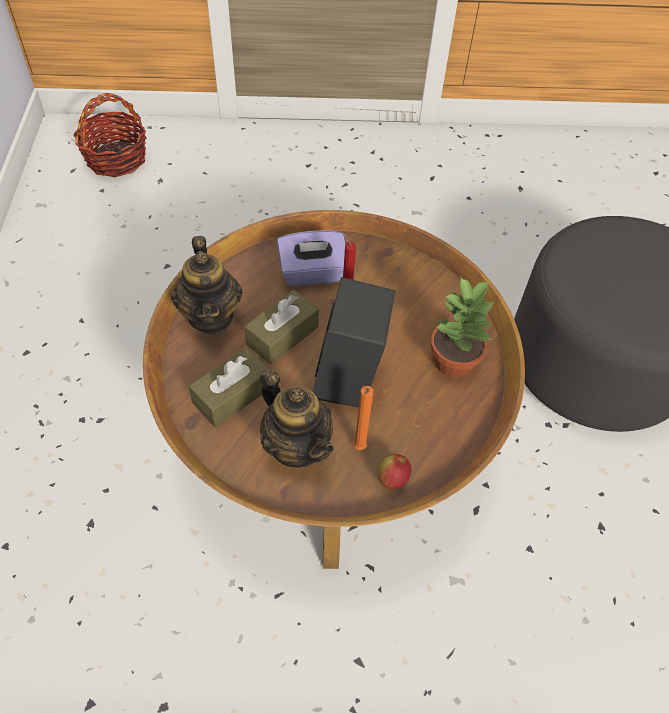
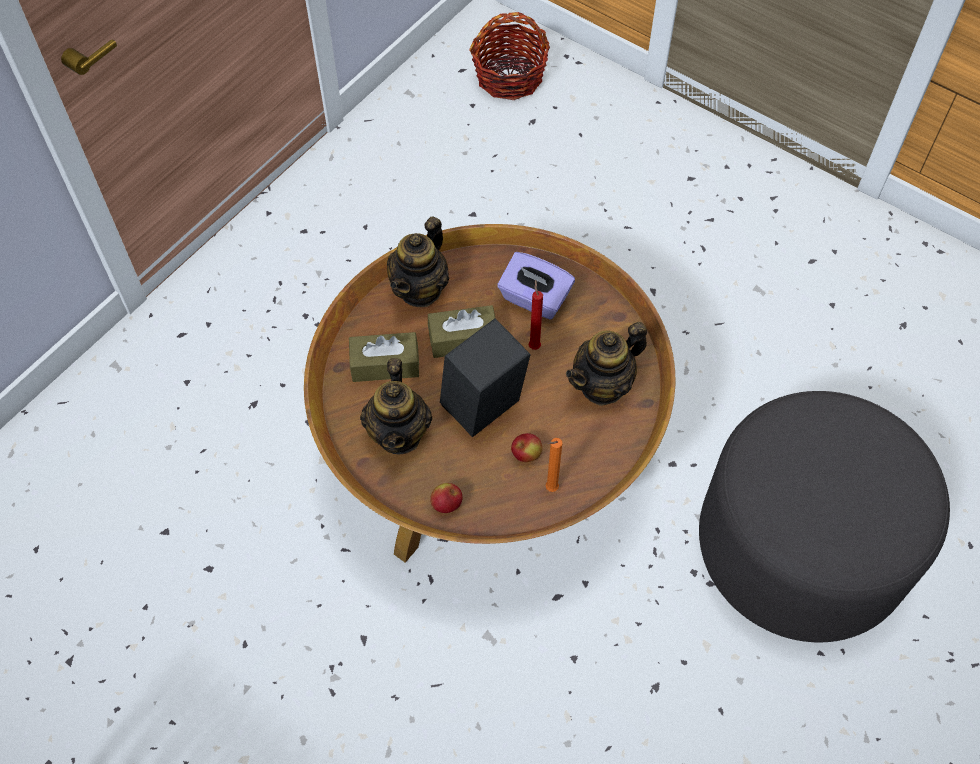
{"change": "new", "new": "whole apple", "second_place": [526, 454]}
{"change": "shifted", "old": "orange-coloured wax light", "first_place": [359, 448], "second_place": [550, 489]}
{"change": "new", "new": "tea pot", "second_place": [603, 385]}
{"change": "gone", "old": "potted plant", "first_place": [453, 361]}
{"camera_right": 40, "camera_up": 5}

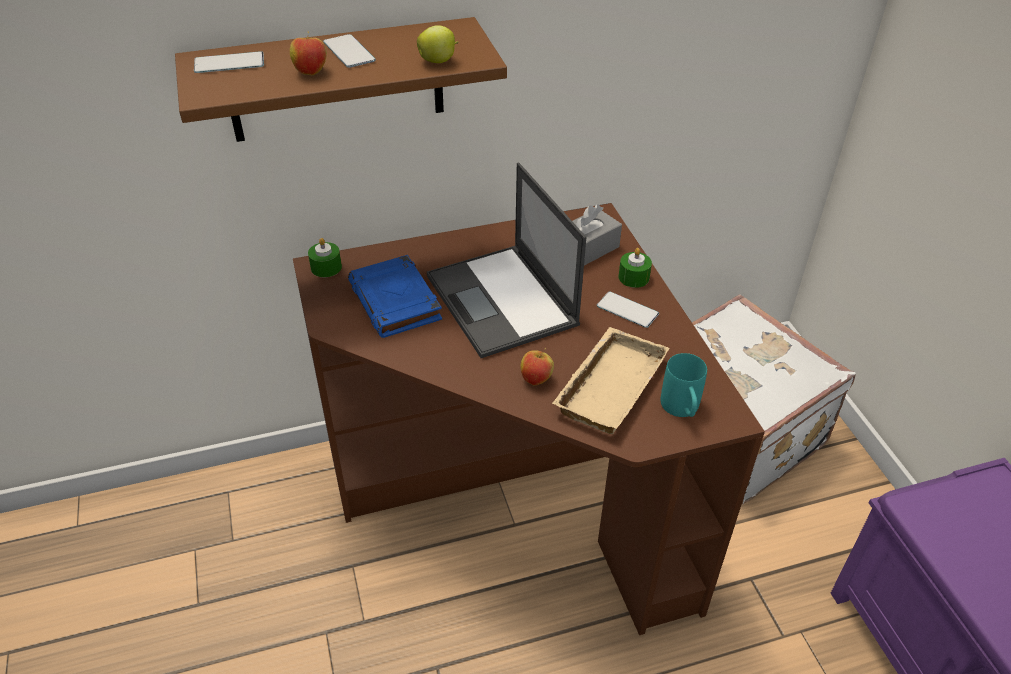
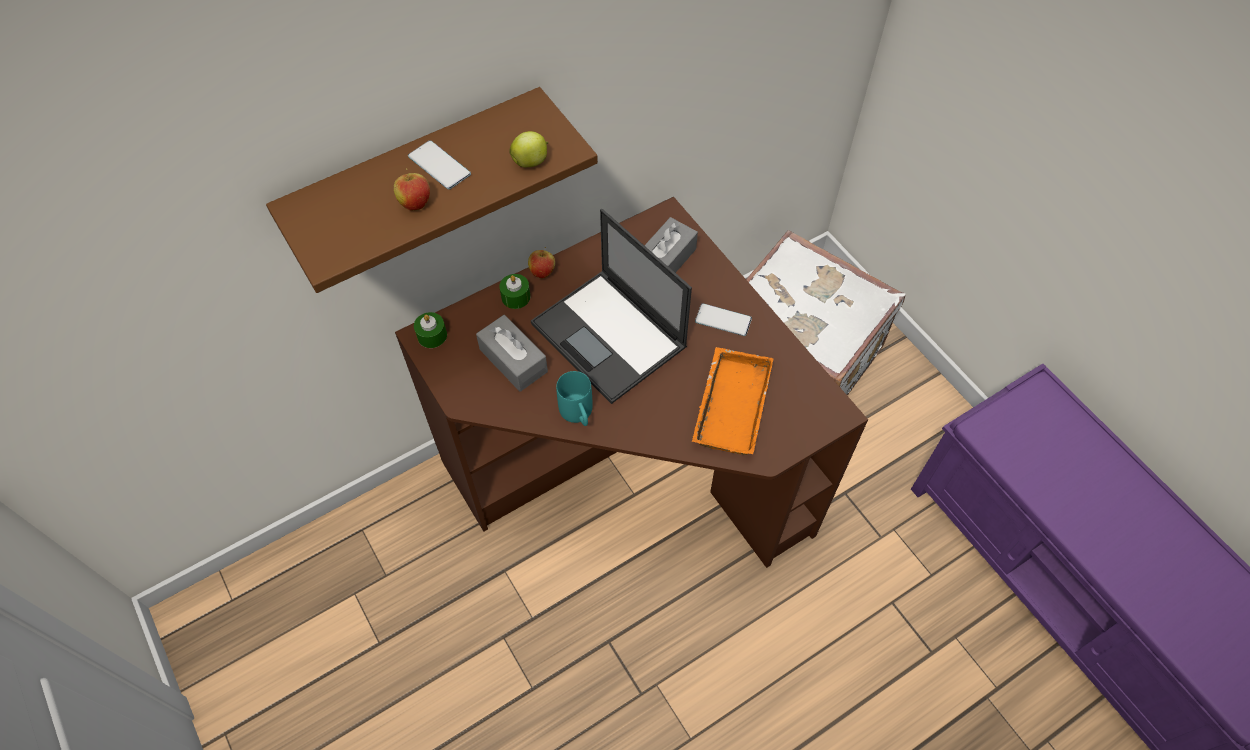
{"change": "swapped", "old": "blue-coloured volume", "new": "greyish tissue box", "first_place": [396, 302], "second_place": [513, 360]}
{"change": "shifted", "old": "greenish wax light", "first_place": [633, 277], "second_place": [516, 297]}
{"change": "shifted", "old": "whole apple", "first_place": [536, 379], "second_place": [542, 272]}
{"change": "shifted", "old": "turquoise mug", "first_place": [681, 410], "second_place": [578, 415]}
{"change": "repainted", "old": "beige carrying tray", "new": "orange-coloured carrying tray", "first_place": [608, 384], "second_place": [729, 404]}
{"change": "gone", "old": "phone", "first_place": [229, 63]}
{"camera_right": -15, "camera_up": 15}

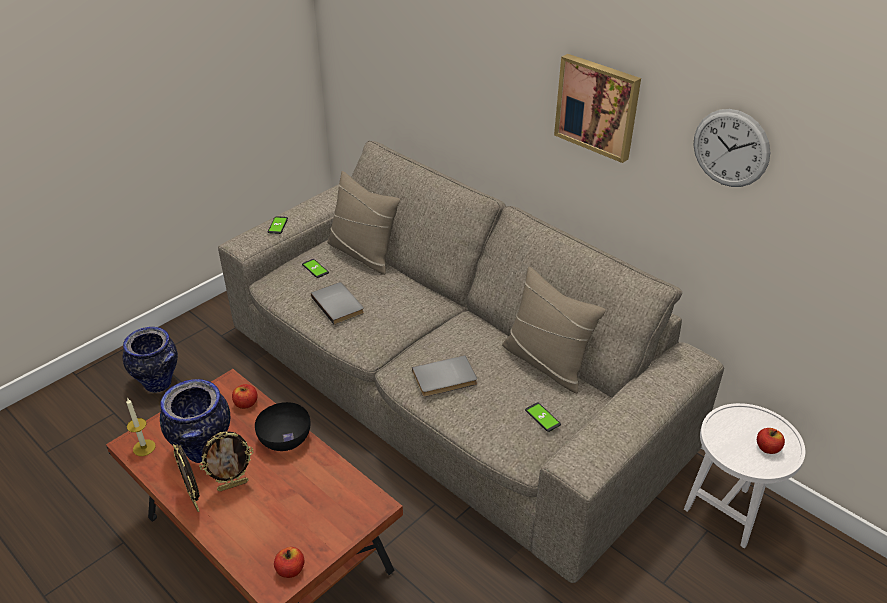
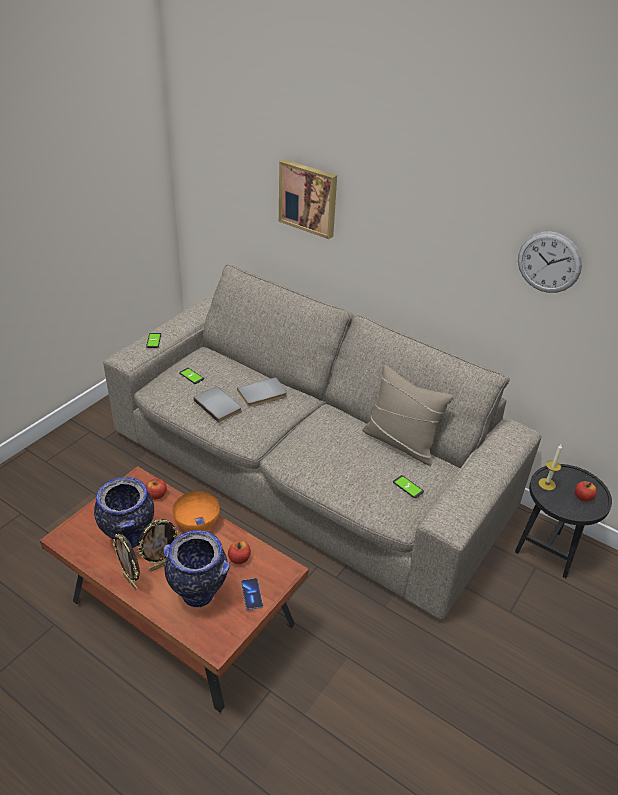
{"change": "shifted", "old": "flower vase", "first_place": [159, 384], "second_place": [199, 595]}
{"change": "repainted", "old": "black deep dish", "new": "orange-coloured deep dish", "first_place": [284, 438], "second_place": [196, 521]}
{"change": "shifted", "old": "whole apple", "first_place": [290, 570], "second_place": [239, 559]}
{"change": "shifted", "old": "greyish volume", "first_place": [445, 379], "second_place": [263, 395]}
{"change": "new", "new": "phone", "second_place": [252, 594]}
{"change": "shifted", "old": "picture", "first_place": [598, 106], "second_place": [308, 198]}
{"change": "repainted", "old": "white side table", "new": "black side table", "first_place": [728, 511], "second_place": [548, 550]}
{"change": "shifted", "old": "wax light", "first_place": [144, 447], "second_place": [547, 484]}
{"change": "gone", "old": "beige throw pillow", "first_place": [363, 254]}
{"camera_right": -10, "camera_up": 0}

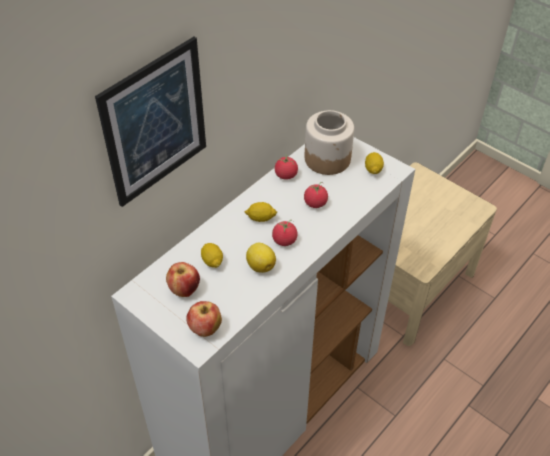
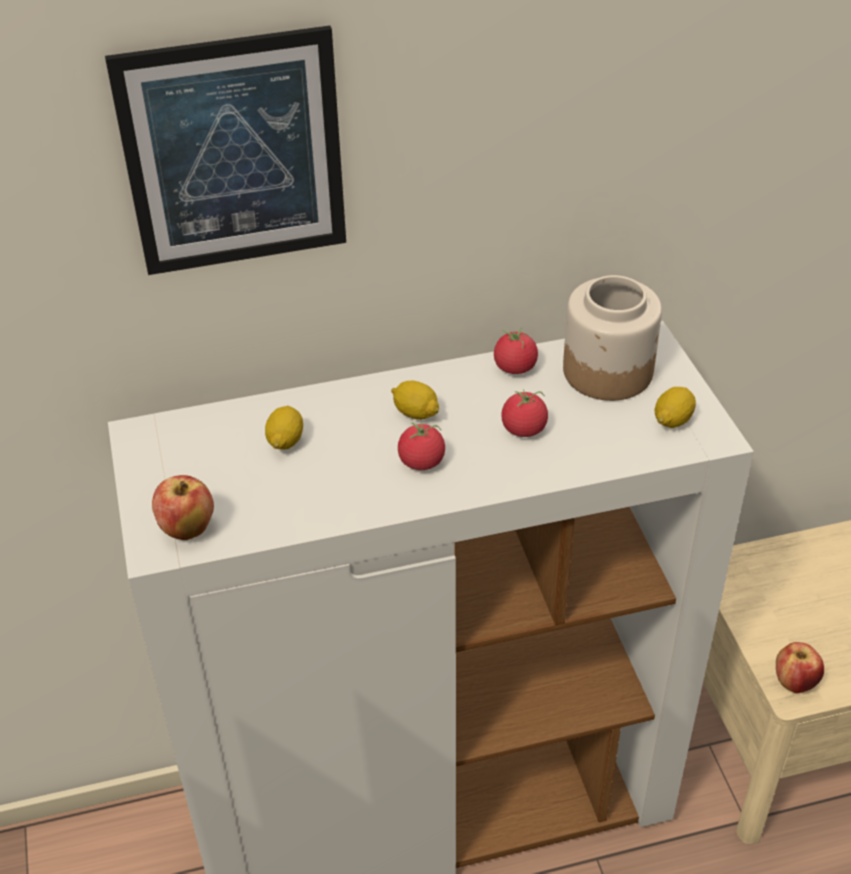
{"change": "shifted", "old": "whole apple", "first_place": [184, 289], "second_place": [795, 682]}
{"change": "gone", "old": "whole lemon", "first_place": [260, 265]}
{"camera_right": 35, "camera_up": -5}

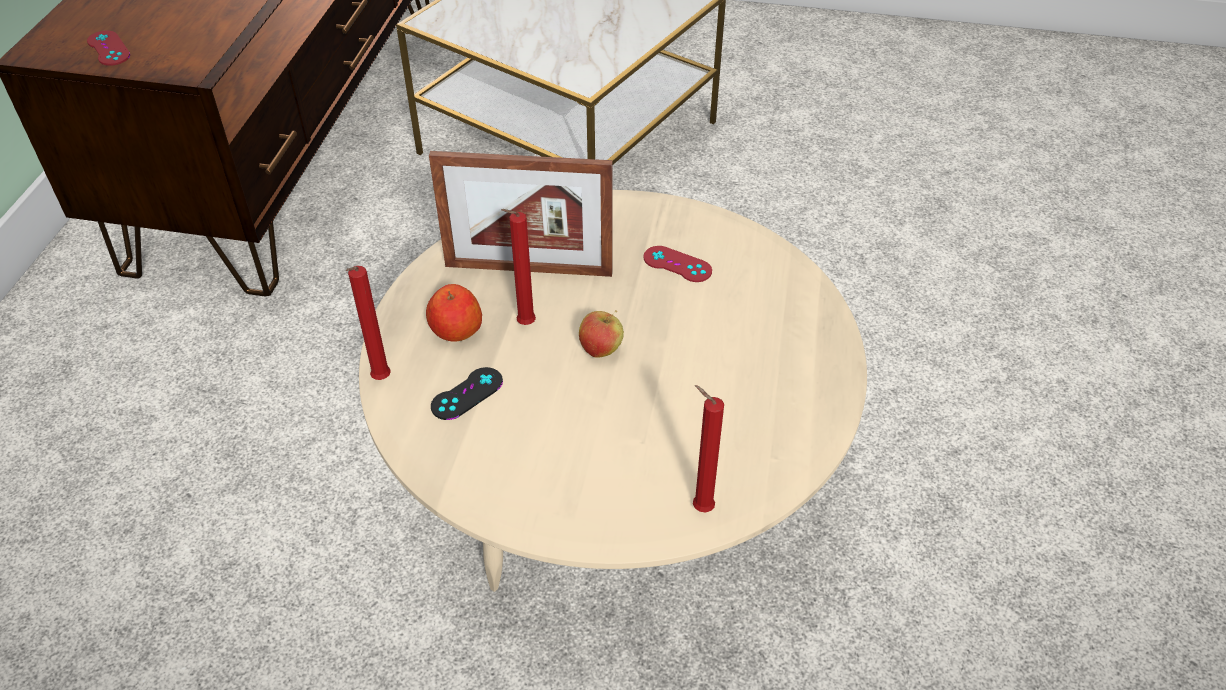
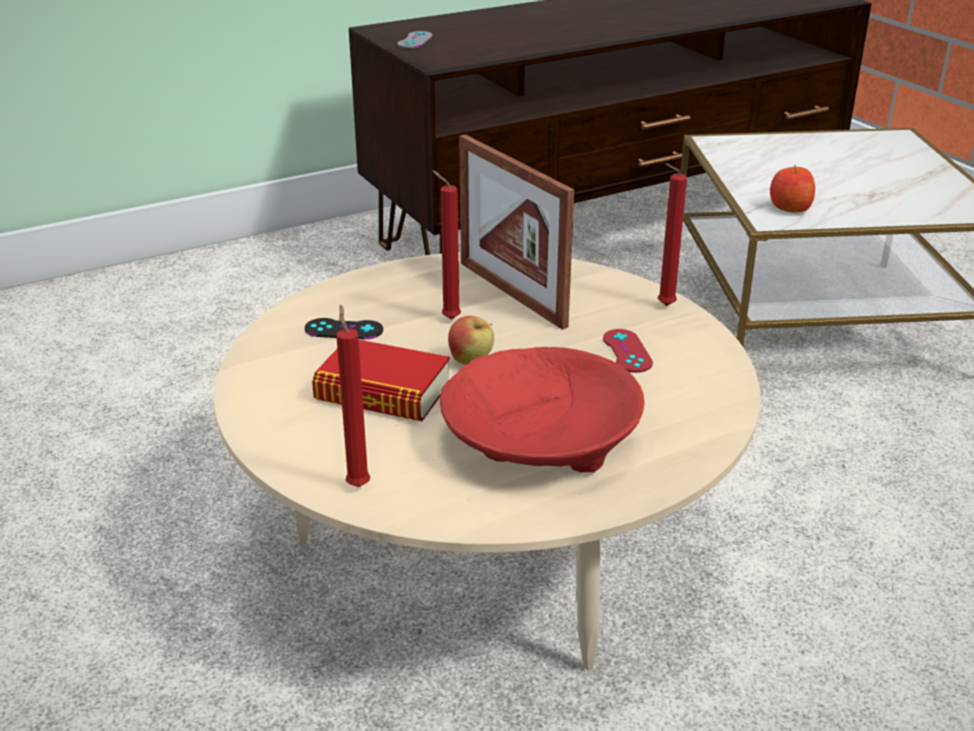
{"change": "new", "new": "volume", "second_place": [383, 392]}
{"change": "repainted", "old": "red-coloured joypad", "new": "greyish joypad", "first_place": [108, 48], "second_place": [415, 40]}
{"change": "new", "new": "red-coloured deep dish", "second_place": [541, 441]}
{"change": "shifted", "old": "red-coloured wax light", "first_place": [380, 380], "second_place": [663, 306]}
{"change": "shifted", "old": "whole apple", "first_place": [455, 330], "second_place": [789, 208]}
{"camera_right": 50, "camera_up": -15}

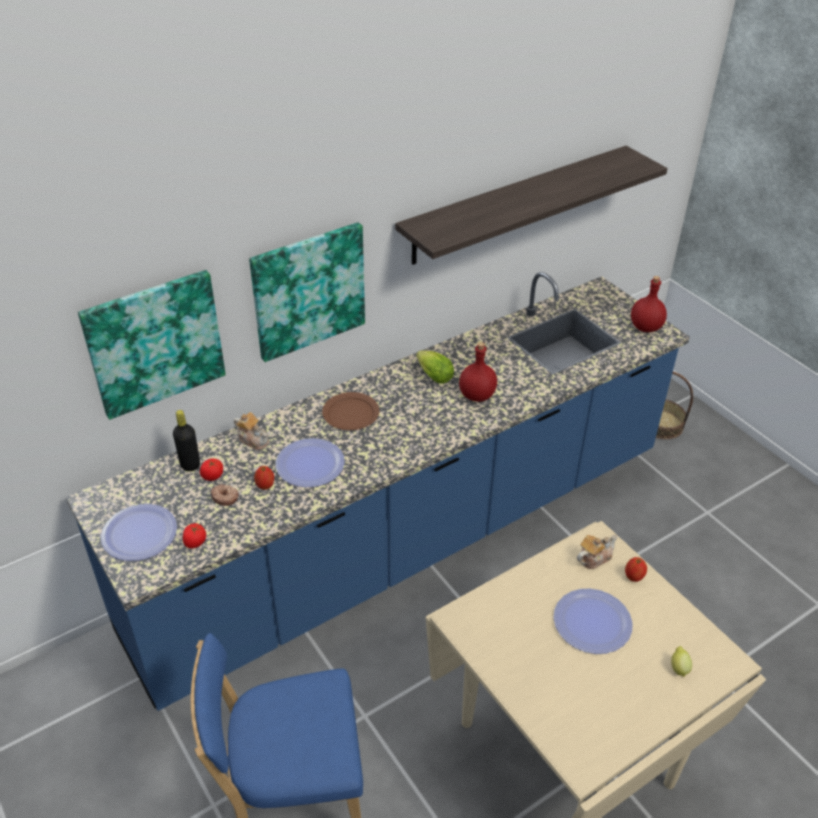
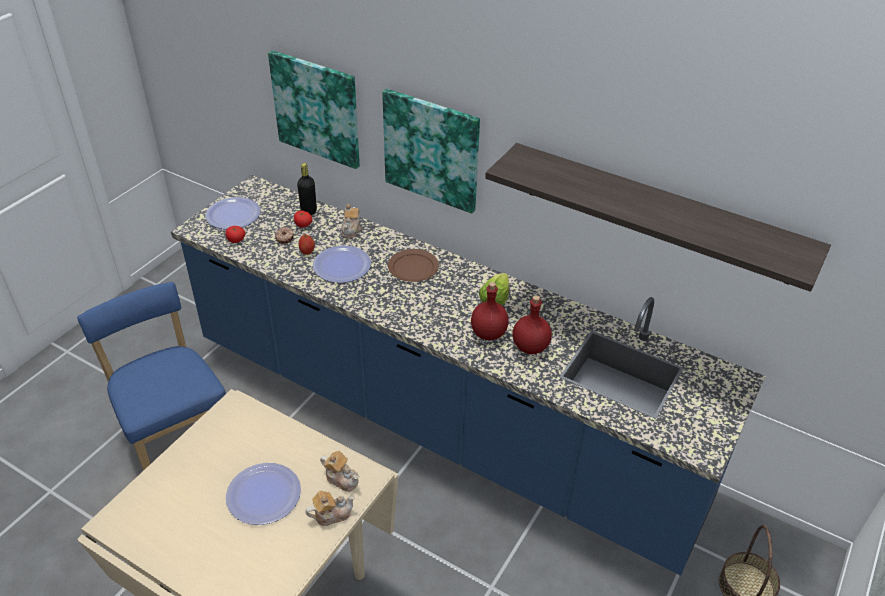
{"change": "swapped", "old": "whole apple", "new": "tea pot", "first_place": [634, 577], "second_place": [331, 514]}
{"change": "shifted", "old": "red-coloured beverage bottle", "first_place": [645, 327], "second_place": [530, 346]}
{"change": "gone", "old": "whole lemon", "first_place": [678, 668]}
{"camera_right": 65, "camera_up": 0}

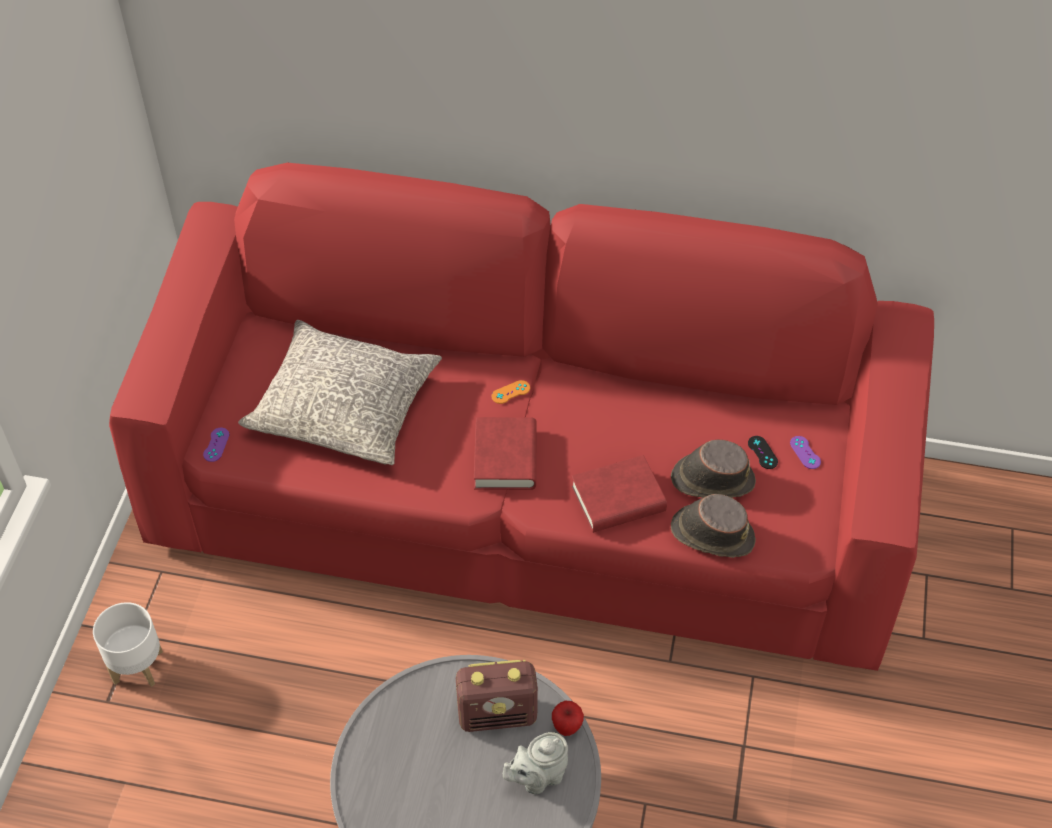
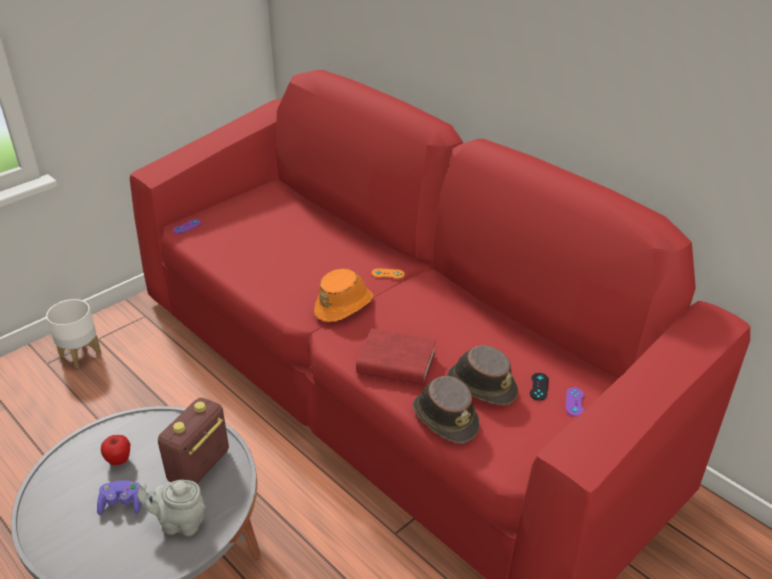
{"change": "new", "new": "purplish joypad", "second_place": [122, 504]}
{"change": "shifted", "old": "whole apple", "first_place": [567, 727], "second_place": [119, 460]}
{"change": "rotated", "old": "radio set", "first_place": [498, 714], "second_place": [199, 467], "degrees": 90}
{"change": "swapped", "old": "red-coloured volume", "new": "orange-coloured hat", "first_place": [505, 458], "second_place": [345, 306]}
{"change": "gone", "old": "greyish throw pillow", "first_place": [345, 407]}
{"camera_right": 35, "camera_up": -15}

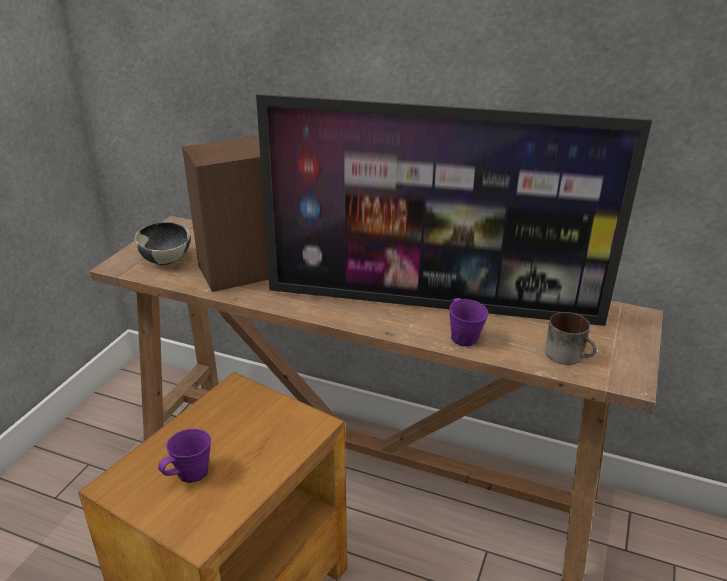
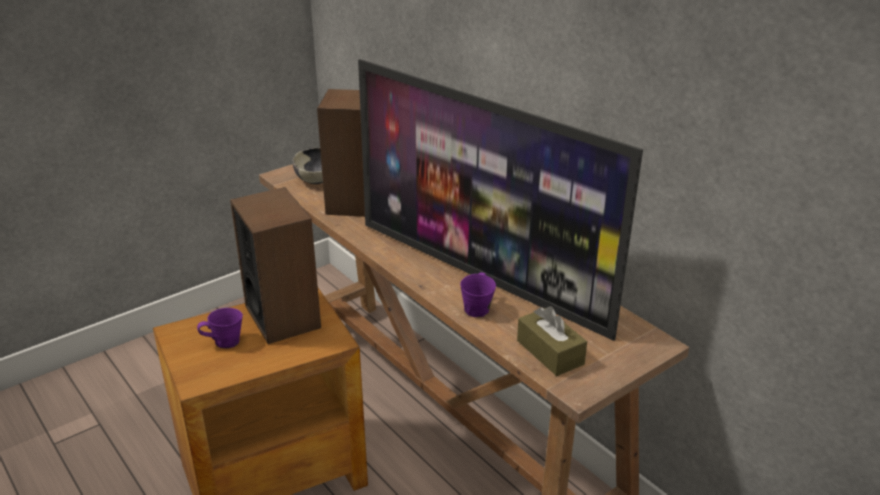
{"change": "new", "new": "speaker", "second_place": [283, 316]}
{"change": "swapped", "old": "mug", "new": "brown-coloured tissue box", "first_place": [569, 355], "second_place": [550, 352]}
{"camera_right": 30, "camera_up": 0}

